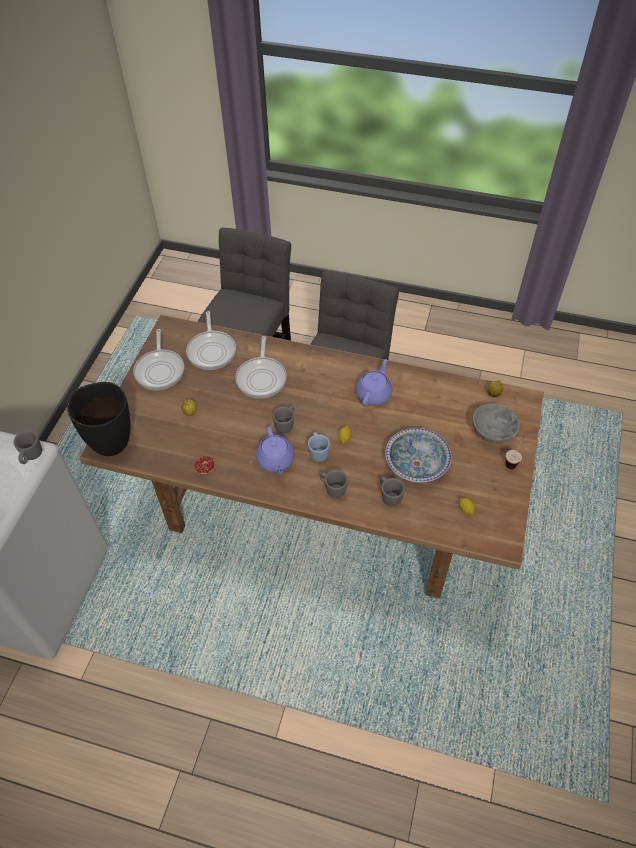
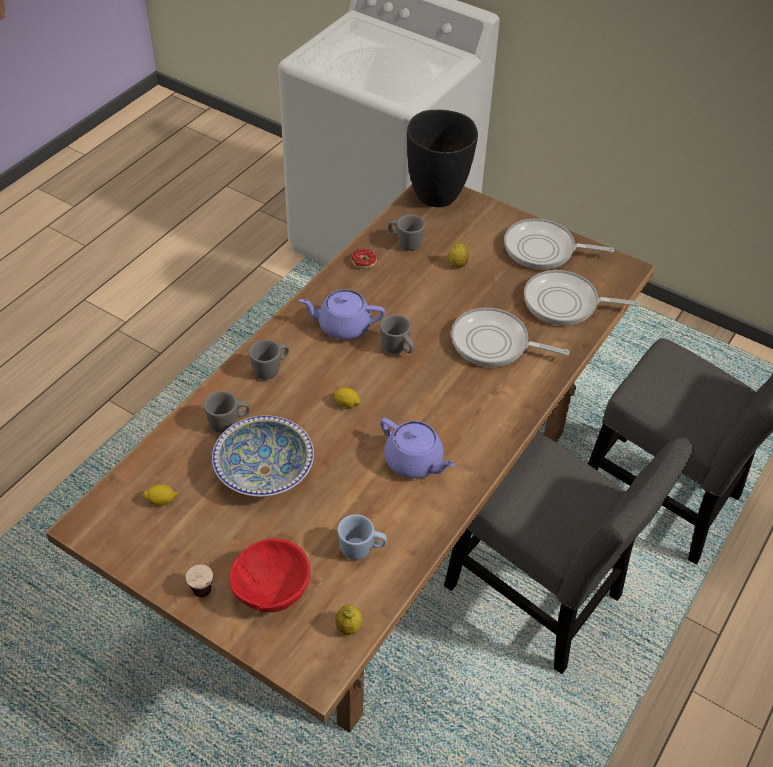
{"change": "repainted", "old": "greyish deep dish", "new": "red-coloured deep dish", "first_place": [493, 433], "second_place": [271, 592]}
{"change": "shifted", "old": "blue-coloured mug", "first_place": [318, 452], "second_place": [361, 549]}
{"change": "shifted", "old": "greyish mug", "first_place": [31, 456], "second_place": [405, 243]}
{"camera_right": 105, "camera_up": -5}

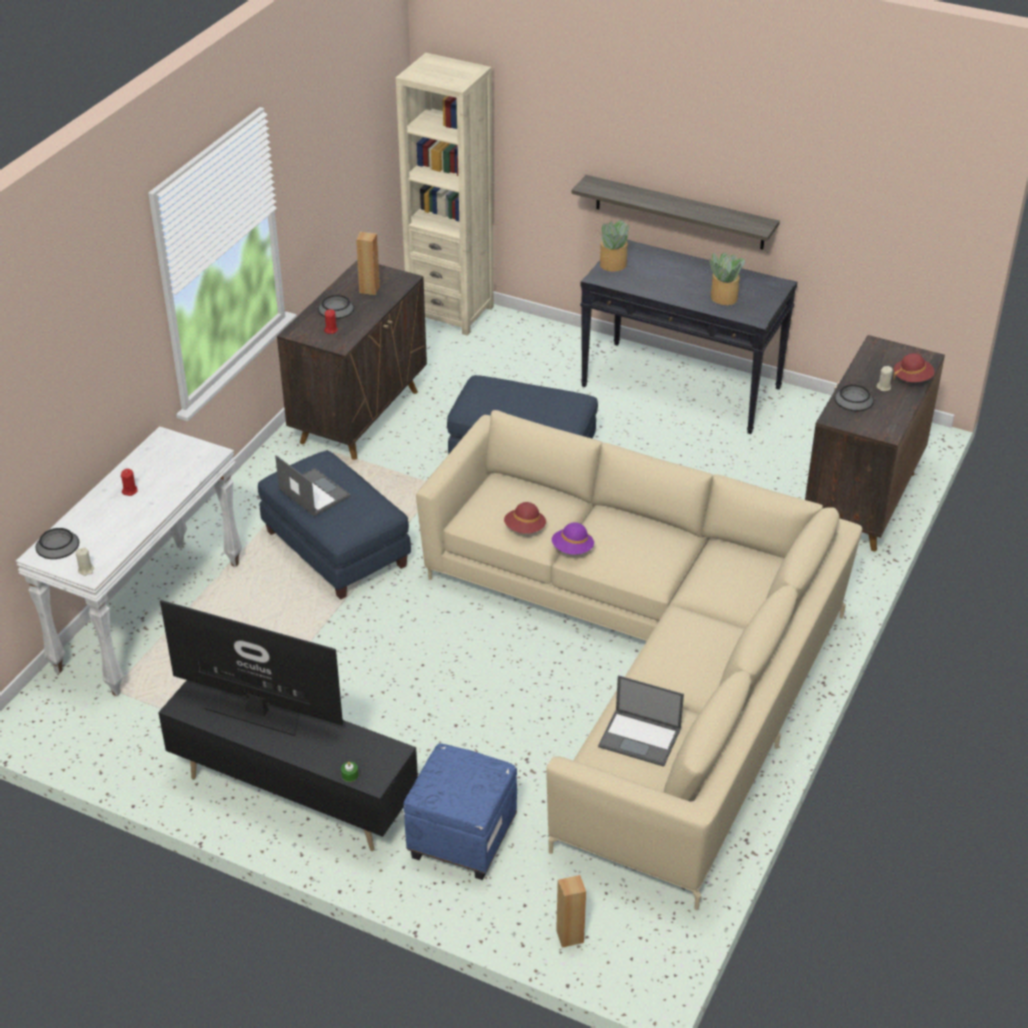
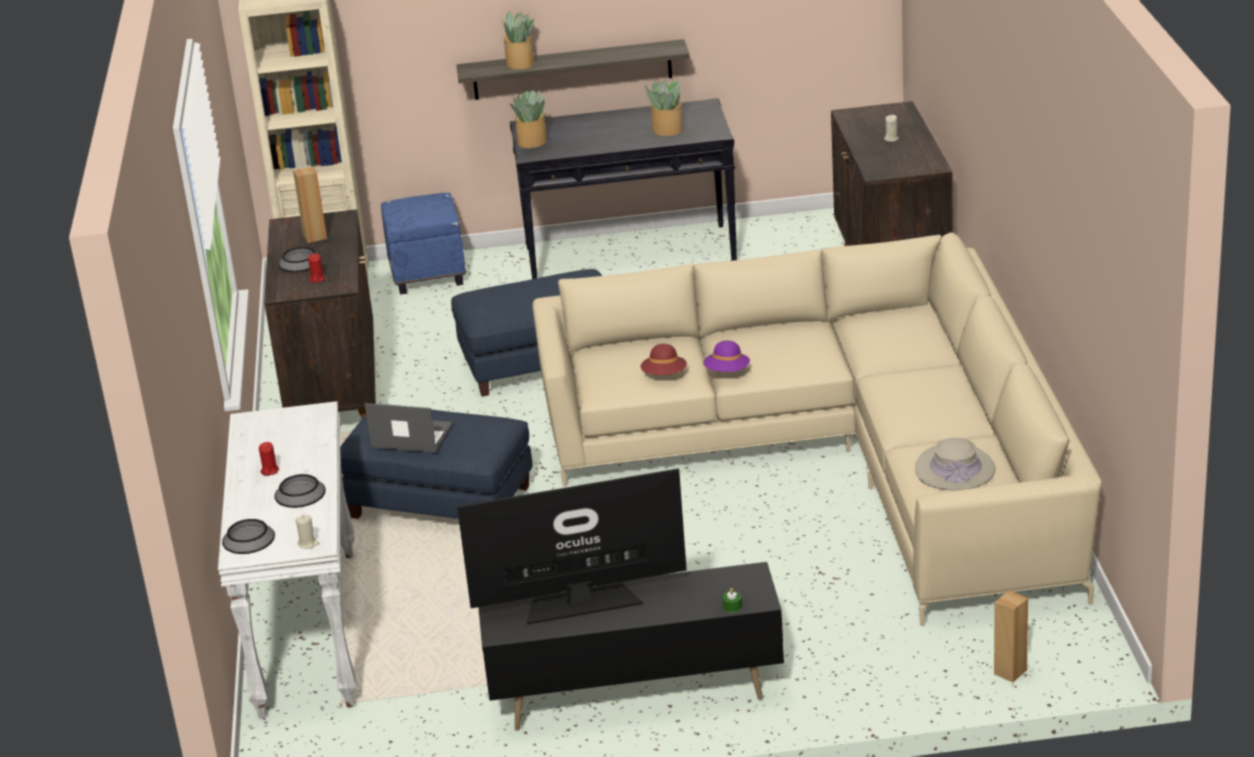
{"change": "shifted", "old": "deep dish", "first_place": [854, 399], "second_place": [300, 493]}
{"change": "shifted", "old": "blue-coloured footrest", "first_place": [462, 840], "second_place": [428, 275]}
{"change": "new", "new": "potted plant", "second_place": [520, 63]}
{"change": "swapped", "old": "portable computer", "new": "beige hat", "first_place": [640, 738], "second_place": [955, 469]}
{"change": "gone", "old": "red-coloured hat", "first_place": [912, 378]}
{"camera_right": -30, "camera_up": -10}

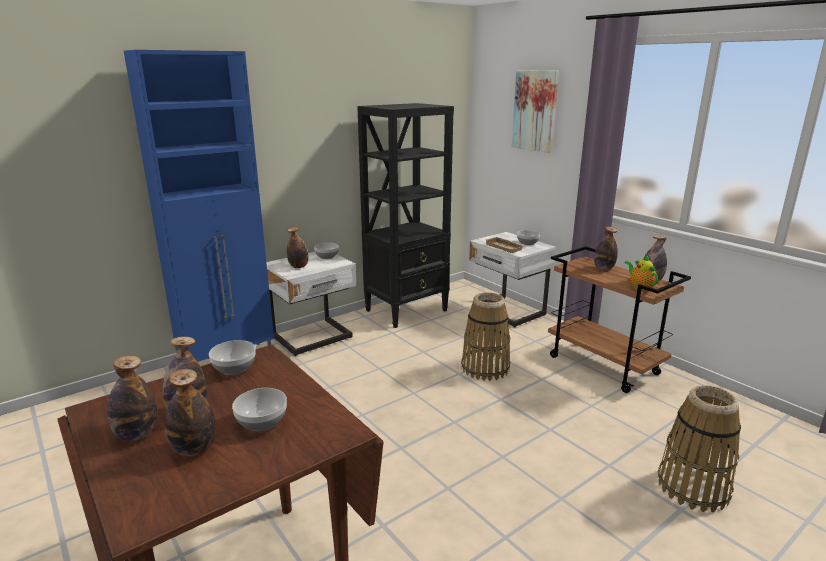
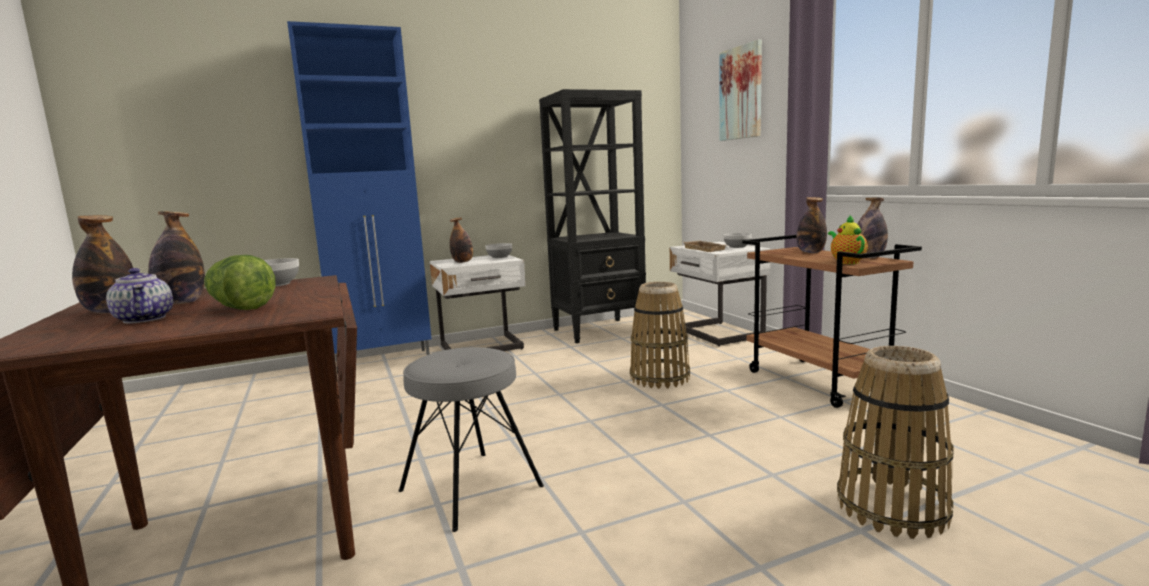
{"change": "swapped", "old": "beverage bottle", "new": "tea pot", "first_place": [194, 449], "second_place": [145, 319]}
{"change": "swapped", "old": "deep dish", "new": "lettuce", "first_place": [262, 422], "second_place": [240, 308]}
{"change": "new", "new": "greyish stool", "second_place": [470, 488]}
{"camera_right": 15, "camera_up": -10}

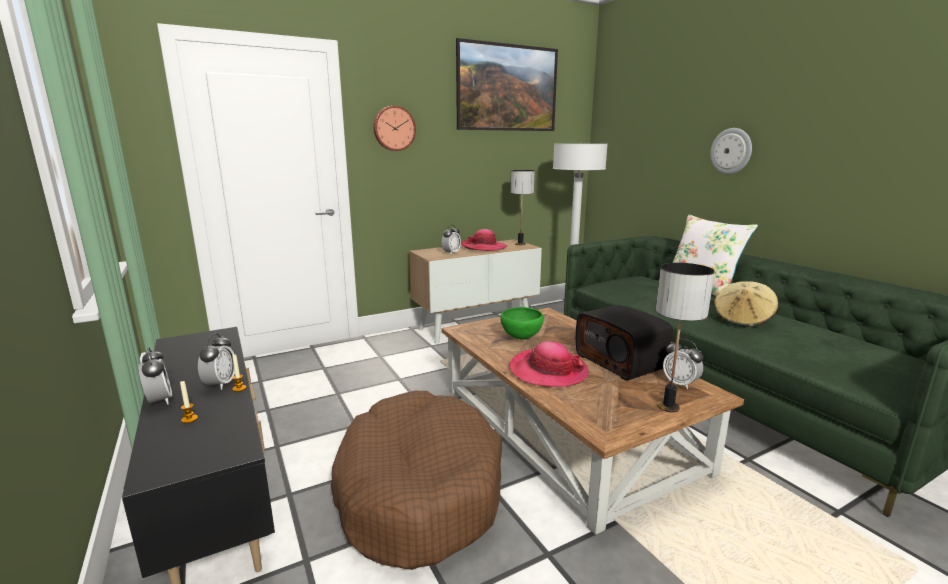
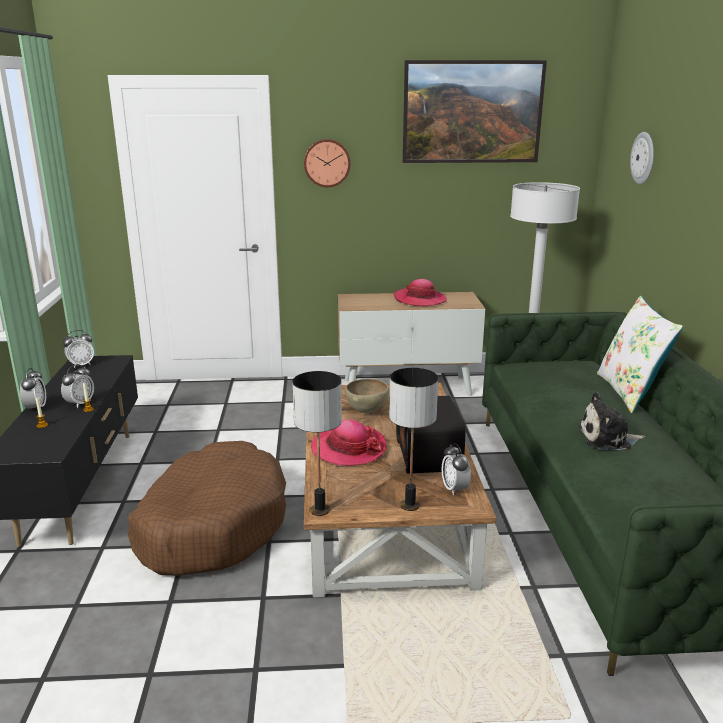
{"change": "shifted", "old": "bedside clock", "first_place": [451, 253], "second_place": [81, 365]}
{"change": "shifted", "old": "tabletop lamp", "first_place": [520, 244], "second_place": [320, 510]}
{"change": "repainted", "old": "greenish deep dish", "new": "brown-coloured deep dish", "first_place": [521, 338], "second_place": [367, 411]}
{"change": "swapped", "old": "beige hat", "new": "soft toy", "first_place": [743, 320], "second_place": [608, 439]}
{"change": "shifted", "old": "hanging clock", "first_place": [731, 151], "second_place": [643, 158]}
{"camera_right": 25, "camera_up": 5}

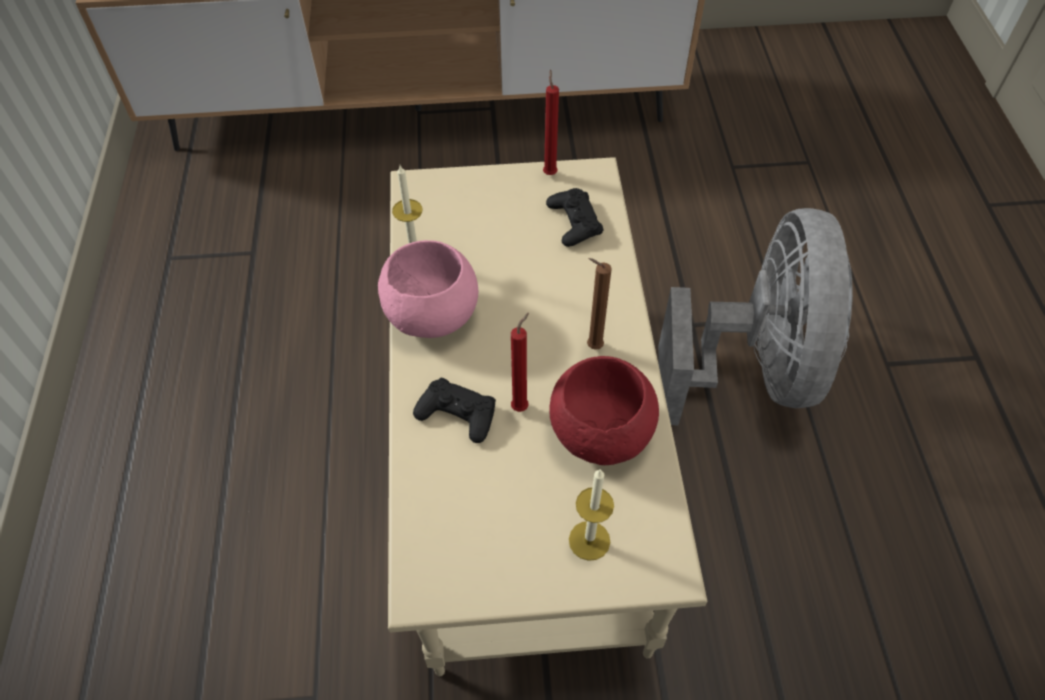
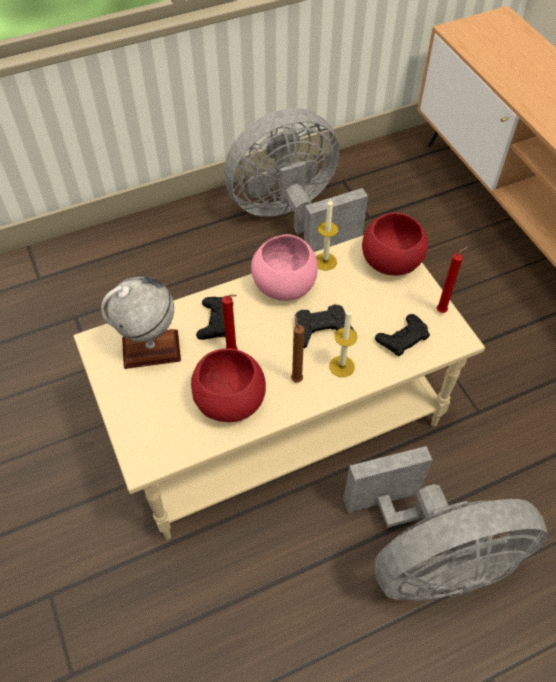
{"change": "new", "new": "globe", "second_place": [151, 349]}
{"change": "new", "new": "greyish cooling fan", "second_place": [292, 217]}
{"change": "new", "new": "black joypad", "second_place": [322, 330]}
{"change": "shifted", "old": "wax light", "first_place": [589, 540], "second_place": [341, 366]}
{"change": "new", "new": "red-coloured deep dish", "second_place": [391, 263]}
{"camera_right": 70, "camera_up": 0}

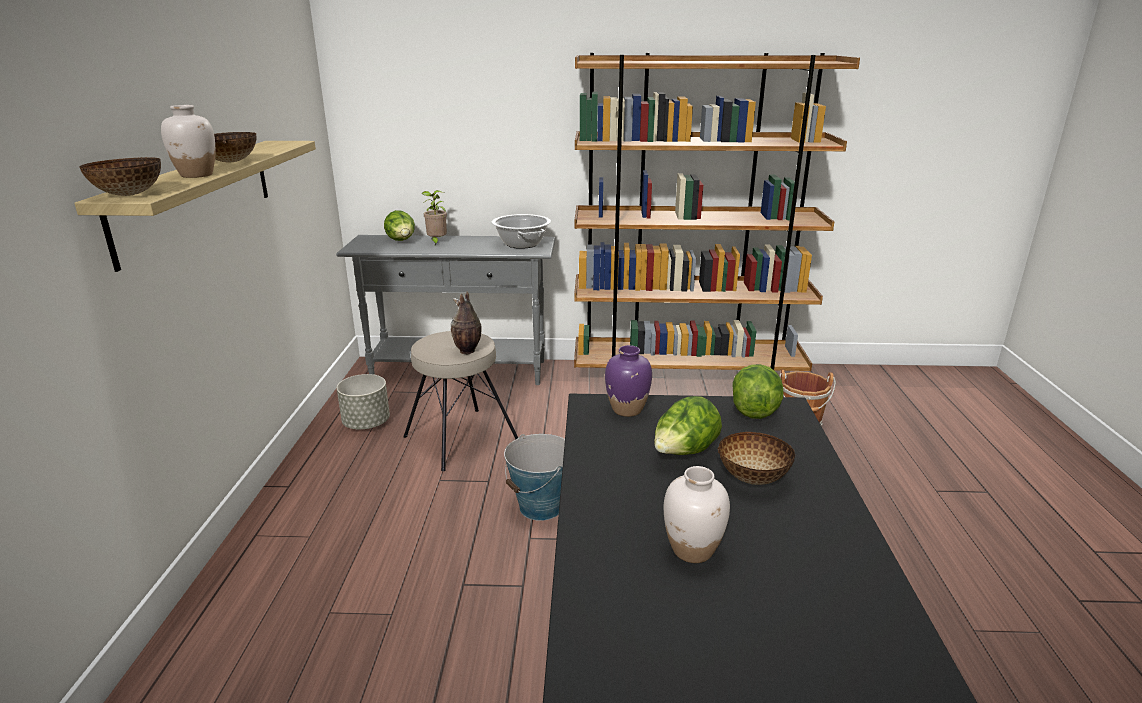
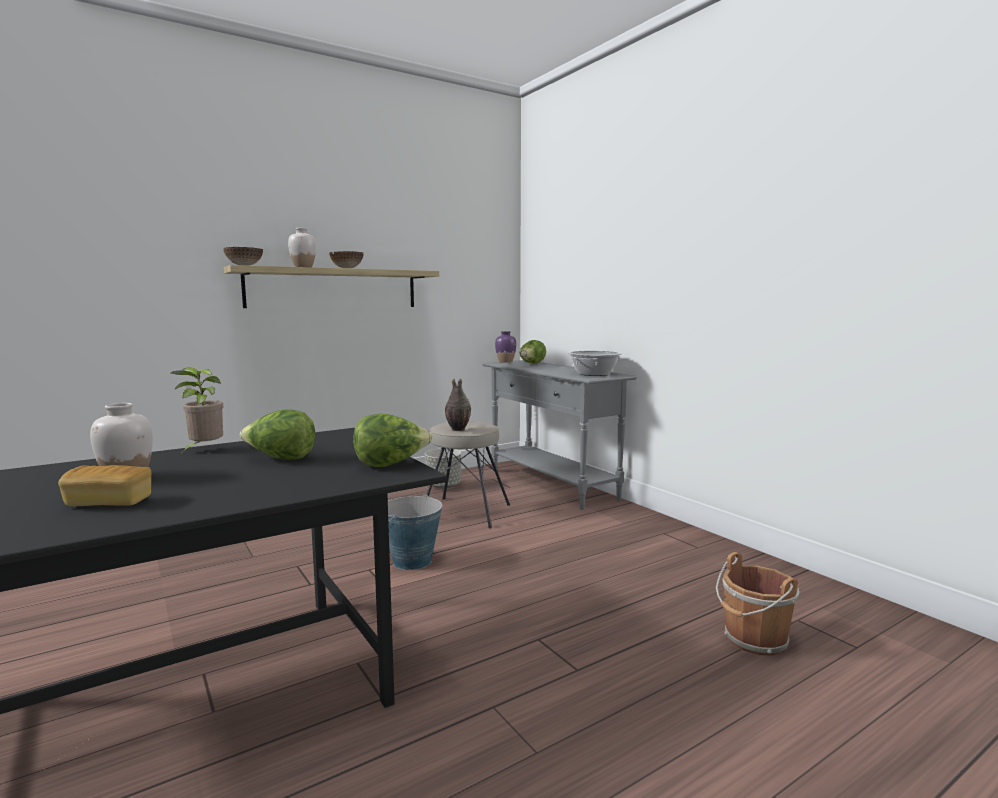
{"change": "new", "new": "baked bread", "second_place": [109, 503]}
{"change": "shifted", "old": "potted plant", "first_place": [436, 242], "second_place": [204, 450]}
{"change": "shifted", "old": "purplish flower vase", "first_place": [627, 409], "second_place": [505, 362]}
{"change": "gone", "old": "brown-coloured bookcase", "first_place": [687, 377]}
{"change": "gone", "old": "deep dish", "first_place": [753, 477]}
{"camera_right": 55, "camera_up": -15}

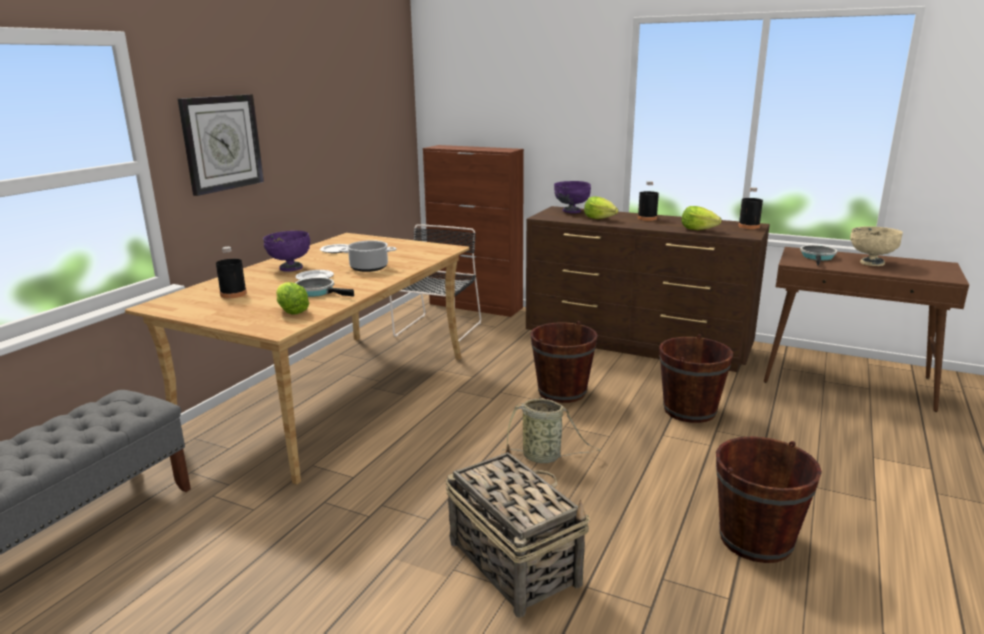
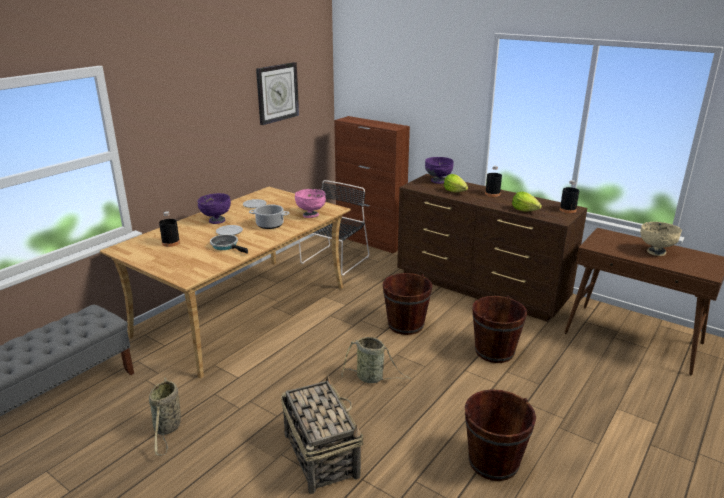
{"change": "new", "new": "basket", "second_place": [167, 428]}
{"change": "shifted", "old": "hanging clock", "first_place": [221, 143], "second_place": [277, 93]}
{"change": "new", "new": "pink-coloured deep dish", "second_place": [311, 215]}
{"change": "gone", "old": "lettuce", "first_place": [292, 311]}
{"change": "gone", "old": "skillet", "first_place": [818, 257]}
{"camera_right": 10, "camera_up": 5}

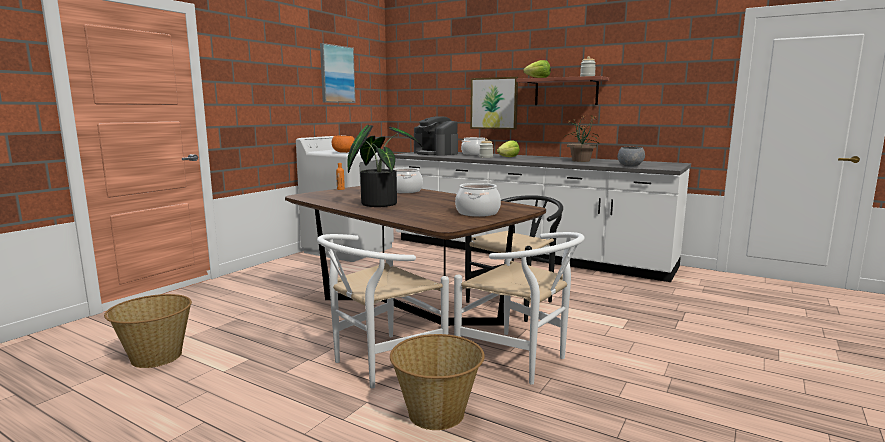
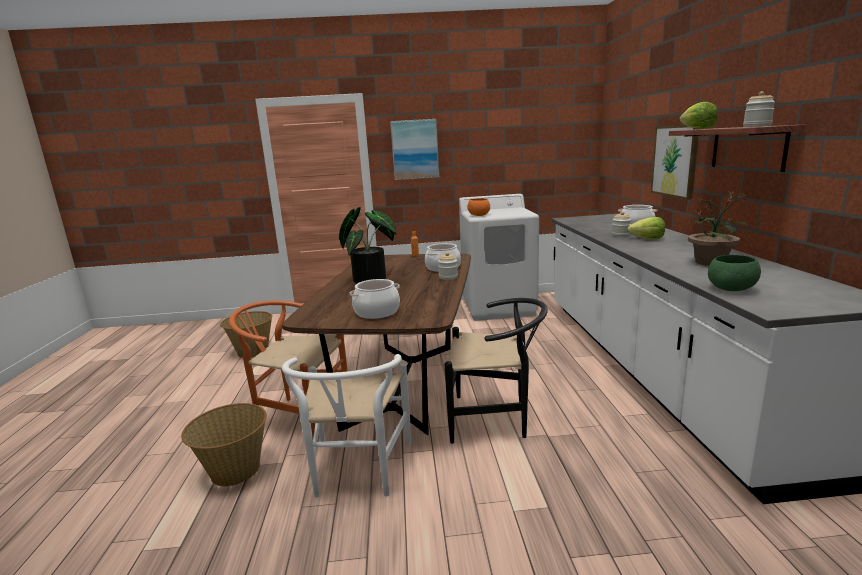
{"change": "repainted", "old": "white upright chair", "new": "orange-coloured upright chair", "first_place": [379, 364], "second_place": [297, 415]}
{"change": "shifted", "old": "picture", "first_place": [337, 74], "second_place": [415, 149]}
{"change": "new", "new": "jar", "second_place": [448, 277]}
{"change": "repainted", "old": "greyish deep dish", "new": "greenish deep dish", "first_place": [629, 166], "second_place": [730, 289]}
{"change": "gone", "old": "coffee maker", "first_place": [436, 153]}
{"camera_right": 55, "camera_up": 5}

